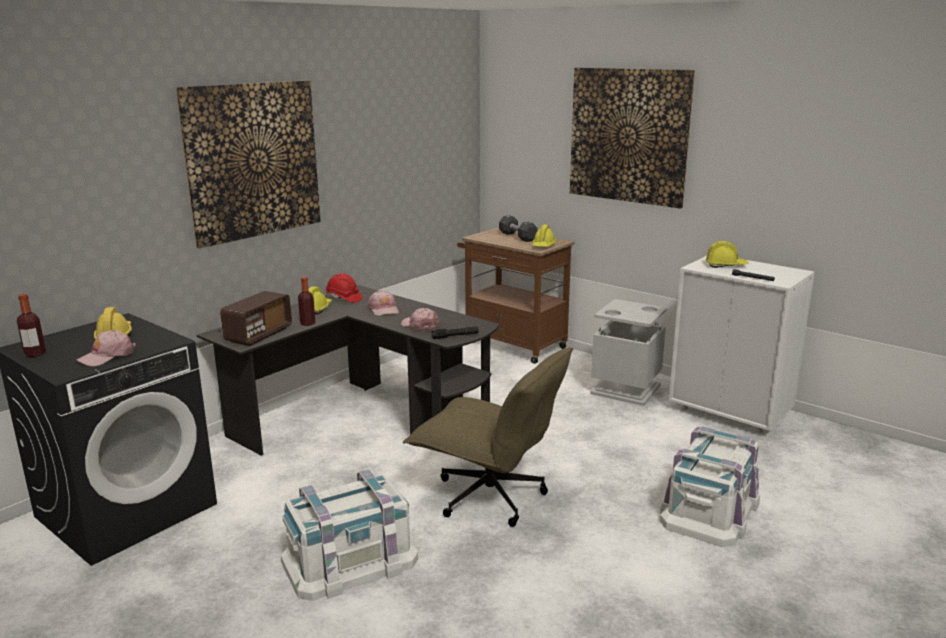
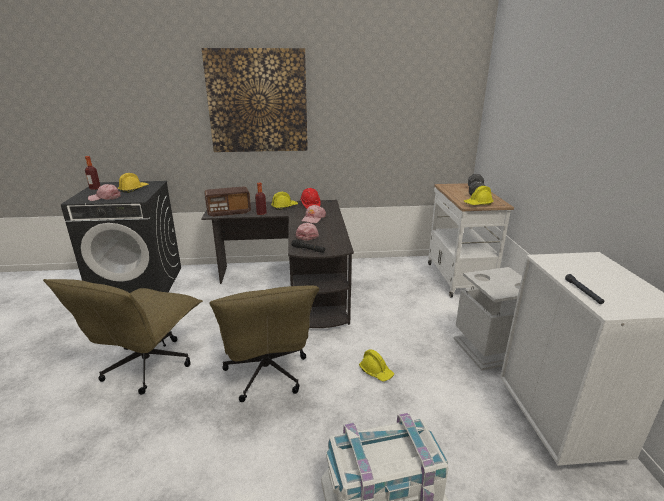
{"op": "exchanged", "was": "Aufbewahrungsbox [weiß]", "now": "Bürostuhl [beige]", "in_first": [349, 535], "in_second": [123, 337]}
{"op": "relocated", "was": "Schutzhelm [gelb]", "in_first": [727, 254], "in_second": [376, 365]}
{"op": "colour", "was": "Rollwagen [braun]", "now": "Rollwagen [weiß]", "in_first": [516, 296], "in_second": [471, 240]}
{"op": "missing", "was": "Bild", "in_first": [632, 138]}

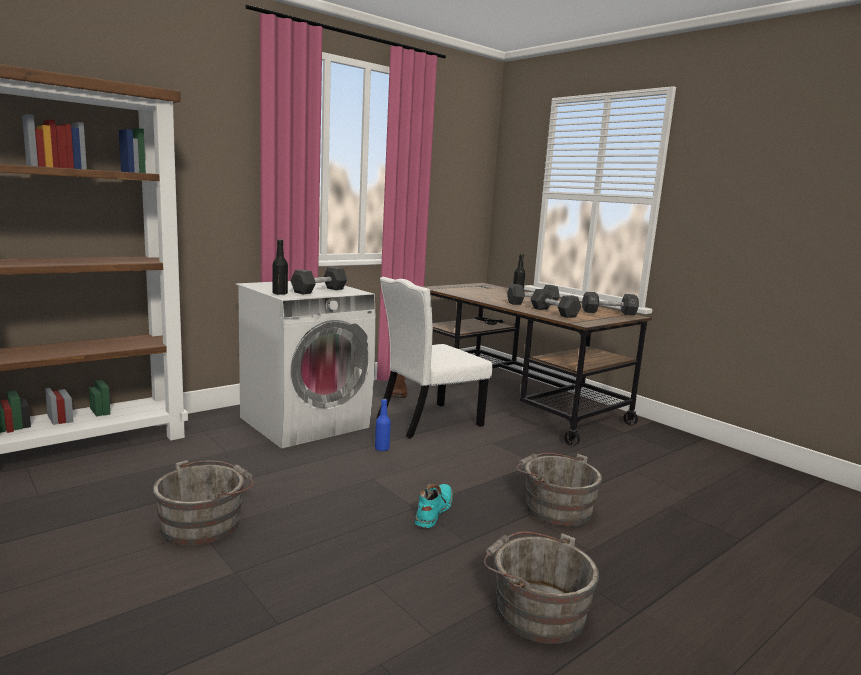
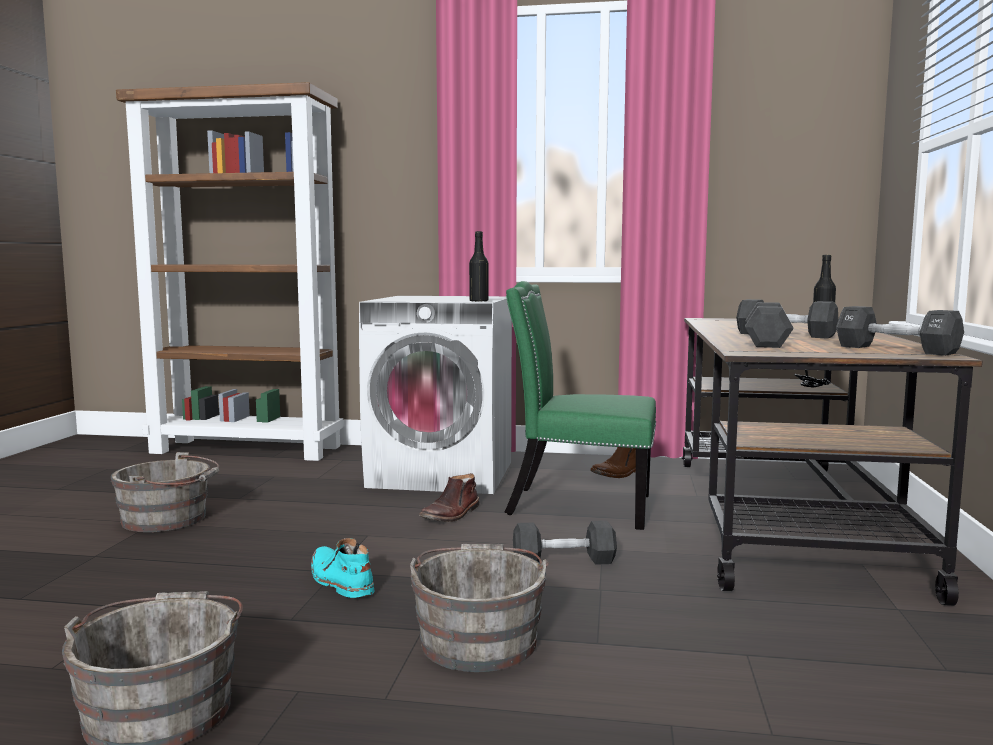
{"op": "spun", "was": "Stiefel [türkis]", "in_first": [434, 506], "in_second": [342, 568], "clockwise": -105}
{"op": "exchanged", "was": "Flasche [blau]", "now": "Stiefel [braun]", "in_first": [383, 424], "in_second": [449, 497]}
{"op": "relocated", "was": "Flasche [schwarz]", "in_first": [280, 267], "in_second": [479, 266]}
{"op": "colour", "was": "Stuhl [weiß]", "now": "Stuhl [grün]", "in_first": [434, 358], "in_second": [580, 405]}
{"op": "relocated", "was": "Hantel [schwarz]", "in_first": [318, 280], "in_second": [565, 542]}

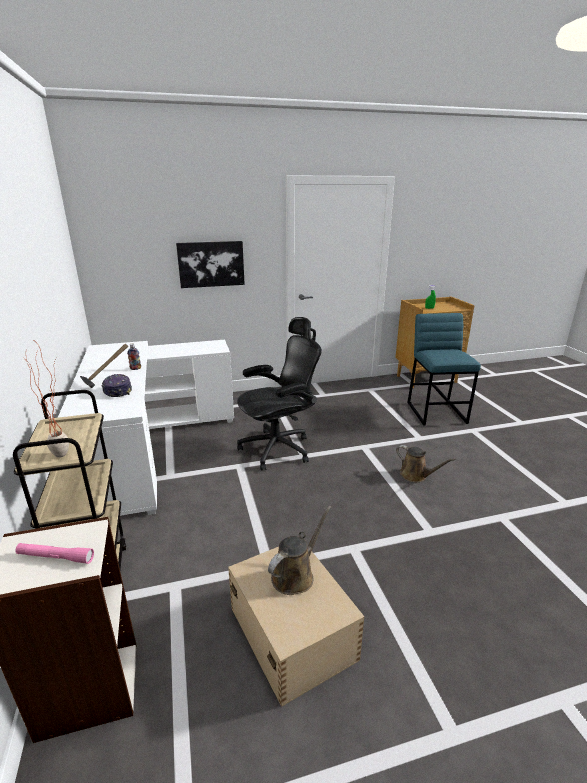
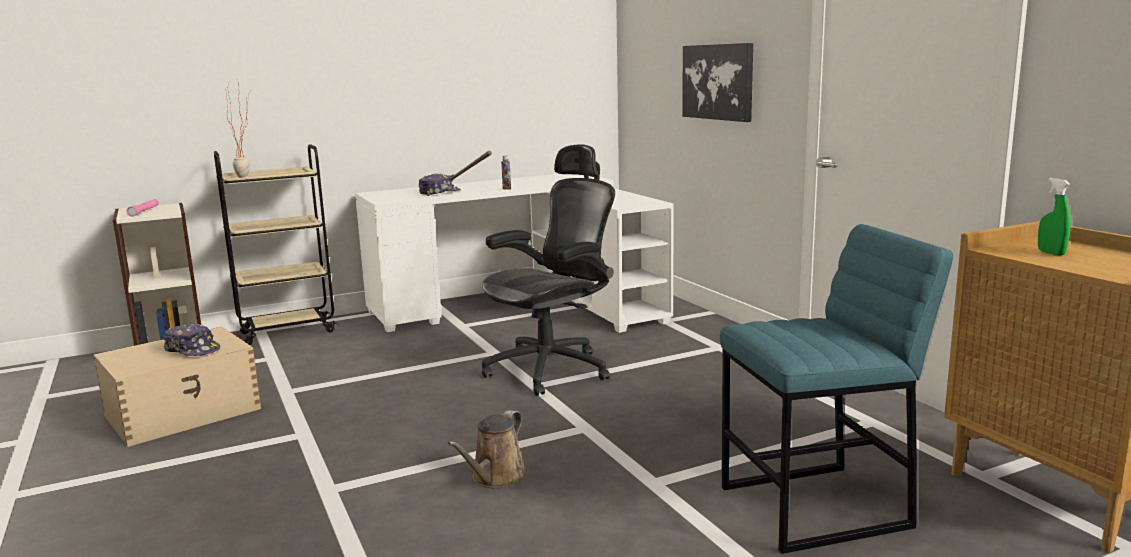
{"op": "exchanged", "was": "Gießkanne [braun]", "now": "Kappe", "in_first": [299, 550], "in_second": [192, 339]}
{"op": "spun", "was": "Bürostuhl", "in_first": [279, 393], "in_second": [548, 270], "clockwise": -90}

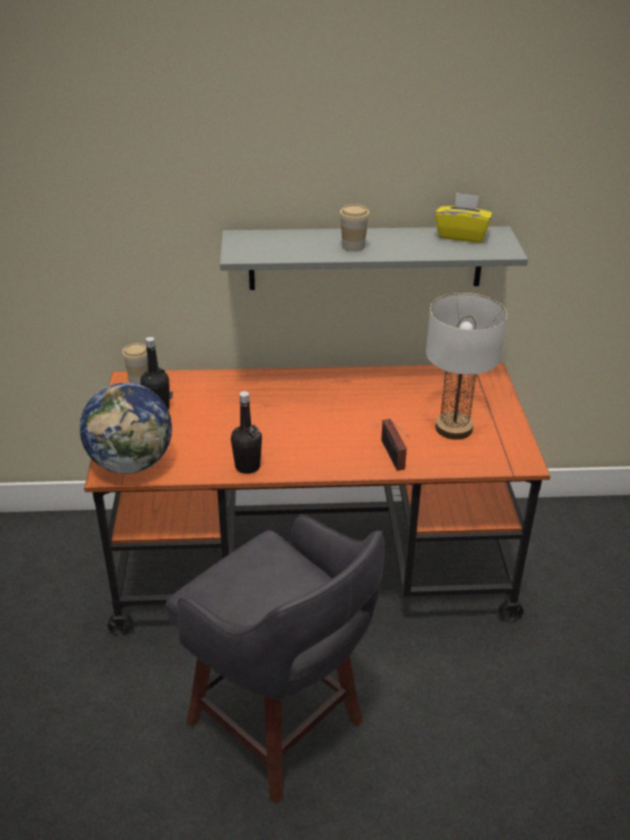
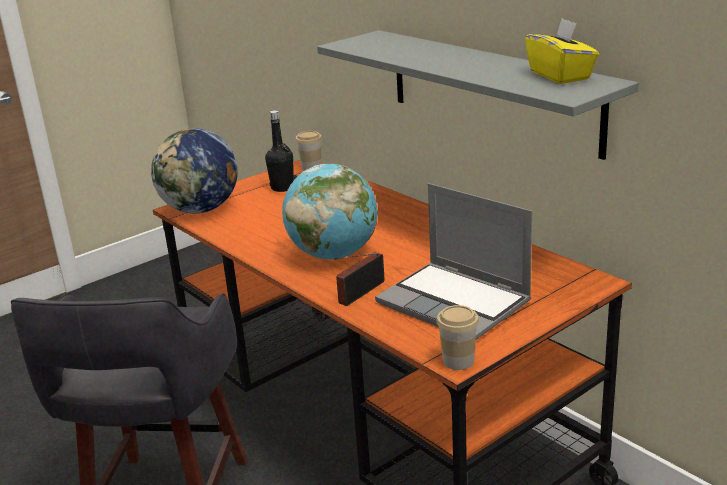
{"op": "appeared", "now": "Globus", "in_second": [330, 211]}
{"op": "exchanged", "was": "Tischlampe", "now": "Laptop", "in_first": [466, 366], "in_second": [453, 261]}
{"op": "relocated", "was": "Tasse", "in_first": [354, 228], "in_second": [457, 337]}
{"op": "missing", "was": "Flasche [schwarz]", "in_first": [246, 432]}

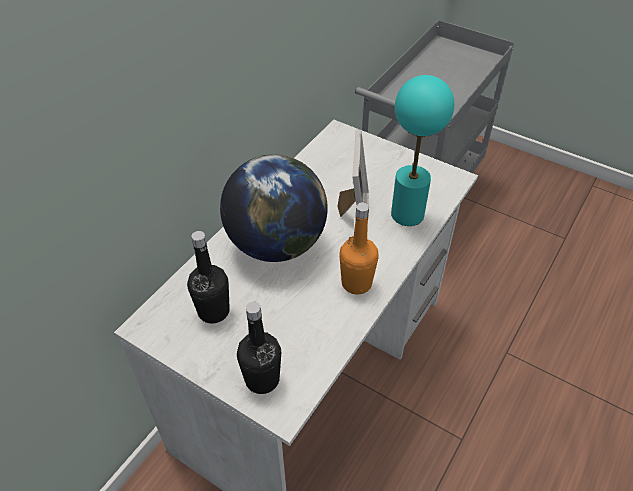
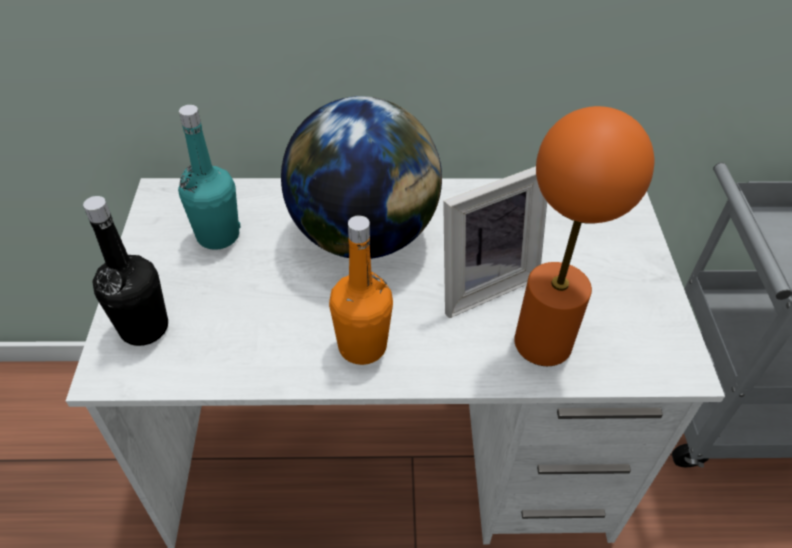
{"op": "colour", "was": "Flasche [schwarz]", "now": "Flasche [türkis]", "in_first": [208, 277], "in_second": [209, 177]}
{"op": "colour", "was": "Tischlampe [türkis]", "now": "Tischlampe [orange]", "in_first": [422, 150], "in_second": [584, 236]}

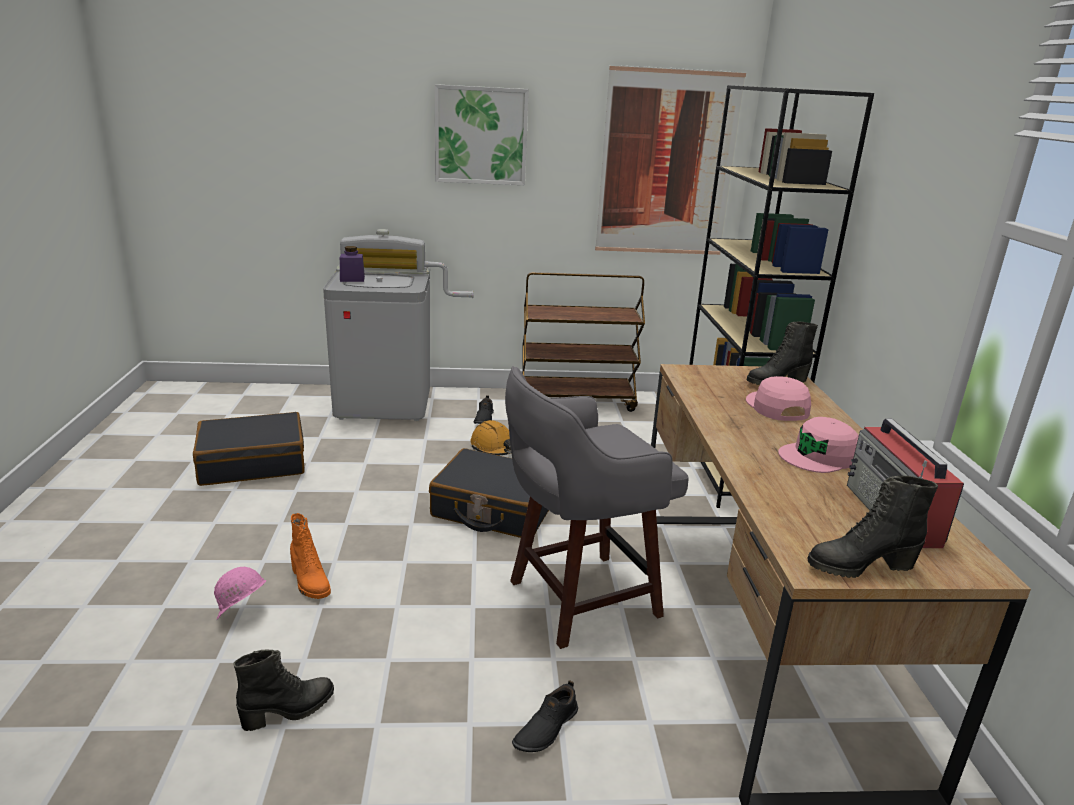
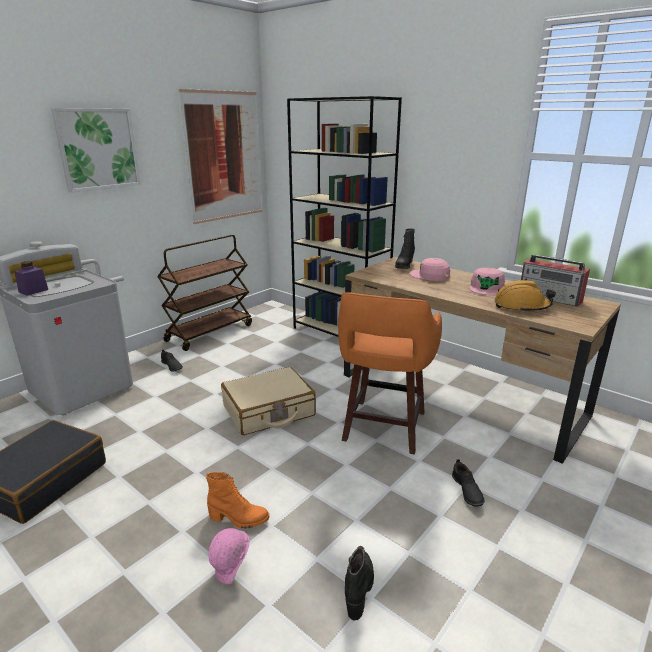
{"op": "colour", "was": "Koffer [schwarz]", "now": "Koffer [beige]", "in_first": [489, 493], "in_second": [268, 401]}
{"op": "colour", "was": "Hocker [grau]", "now": "Hocker [orange]", "in_first": [597, 507], "in_second": [390, 373]}
{"op": "relocated", "was": "Schutzhelm [orange]", "in_first": [490, 437], "in_second": [525, 296]}
{"op": "missing", "was": "Stiefel [schwarz]", "in_first": [872, 527]}

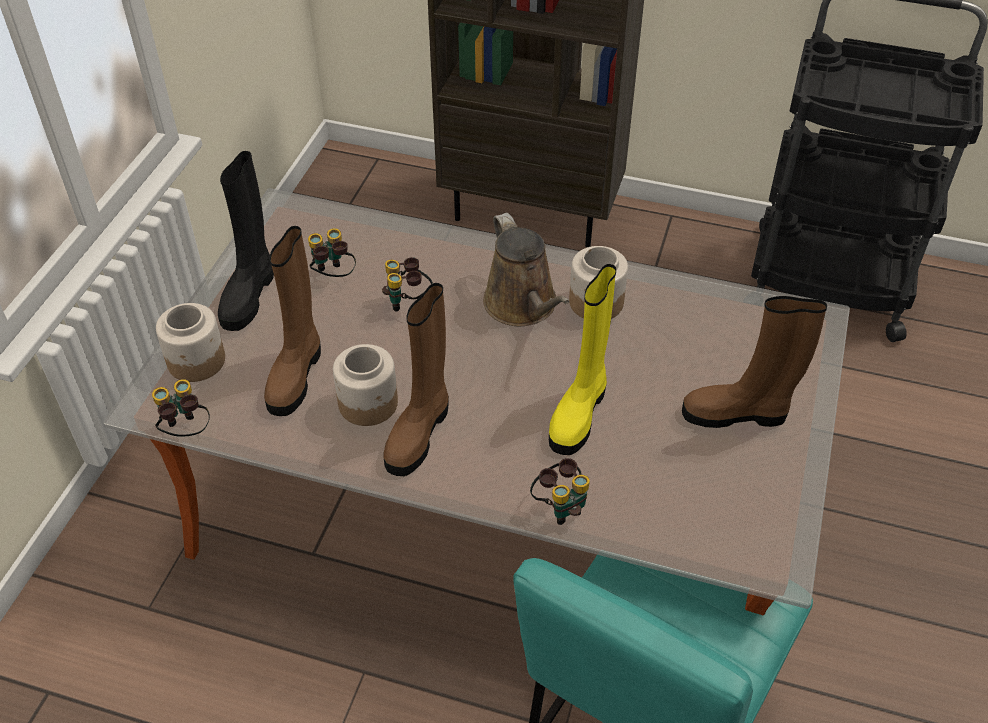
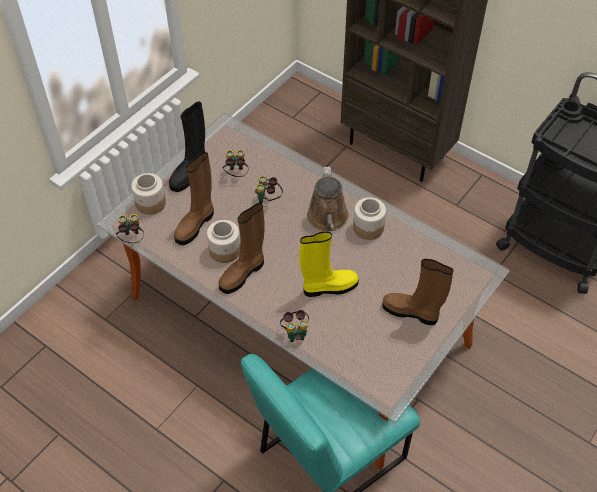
{"op": "spun", "was": "Stiefel [gelb]", "in_first": [582, 359], "in_second": [329, 264], "clockwise": -150}

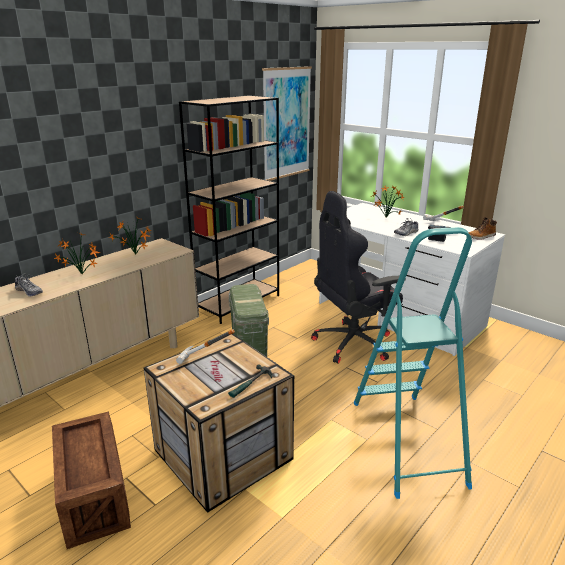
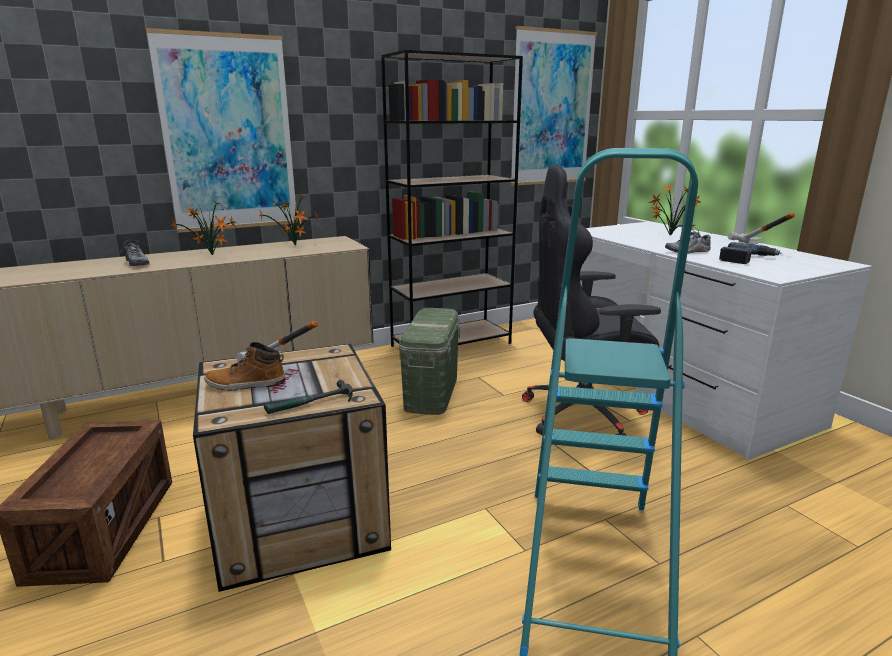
{"op": "appeared", "now": "Bild", "in_second": [222, 130]}
{"op": "relocated", "was": "Stiefel", "in_first": [482, 228], "in_second": [244, 366]}

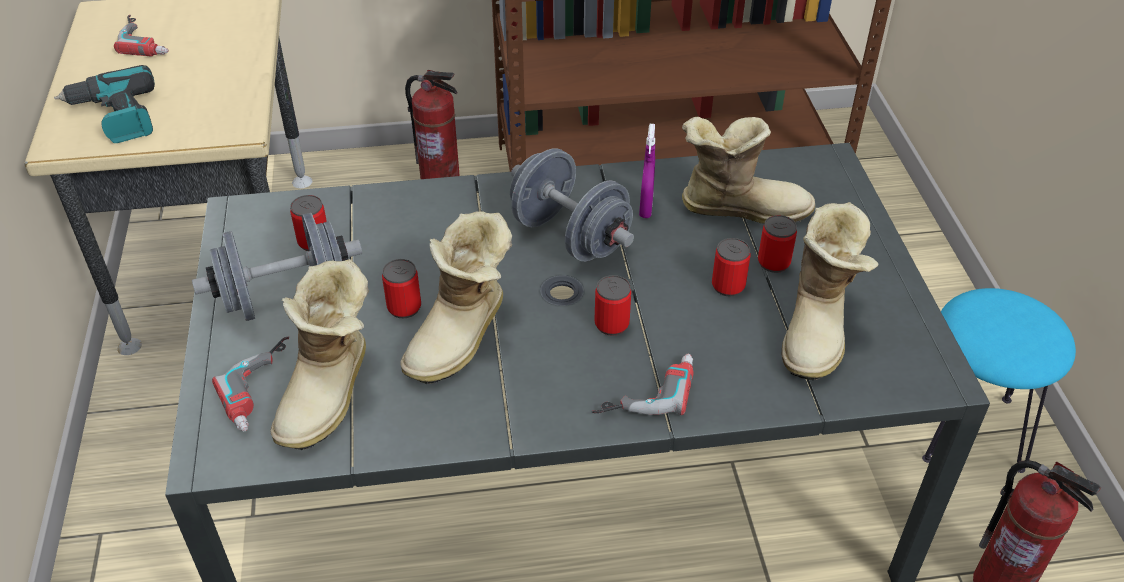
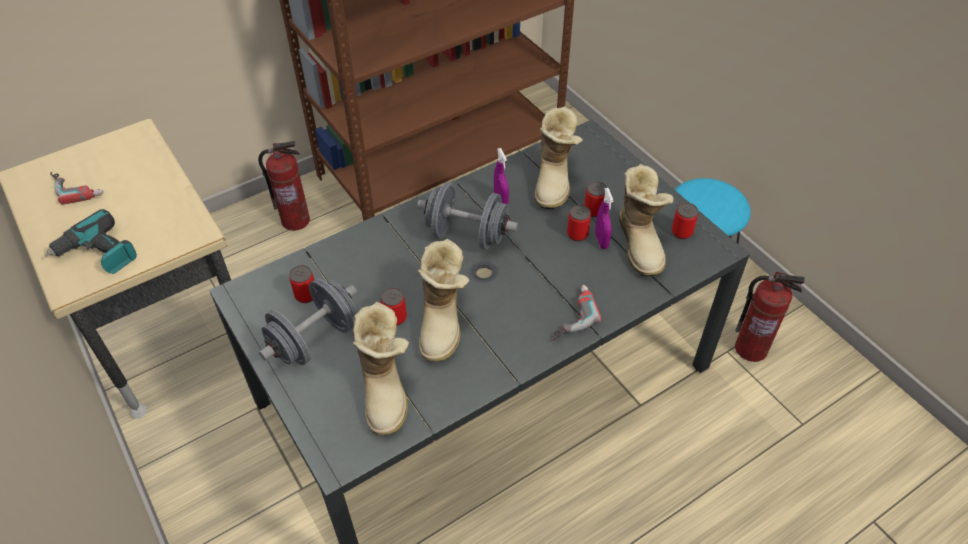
{"op": "spun", "was": "Stiefel", "in_first": [748, 170], "in_second": [559, 158], "clockwise": 120}
{"op": "appeared", "now": "Sprühflasche [lila]", "in_second": [604, 218]}
{"op": "relocated", "was": "Dose", "in_first": [612, 305], "in_second": [685, 221]}
{"op": "missing", "was": "Bohrmaschine", "in_first": [250, 384]}

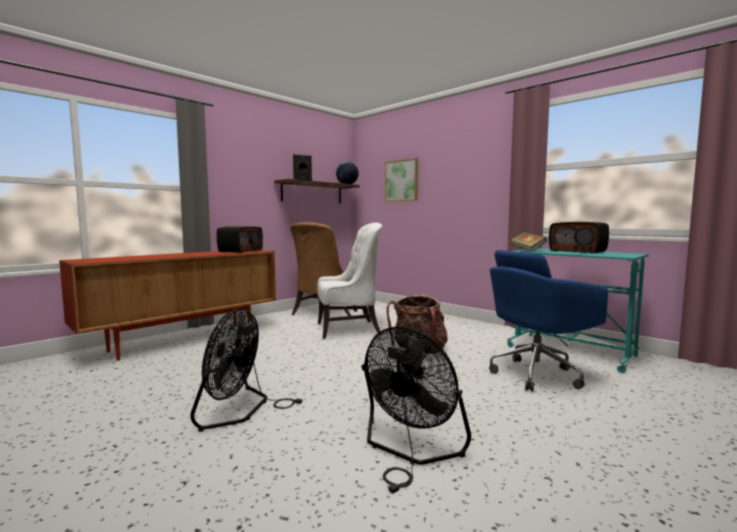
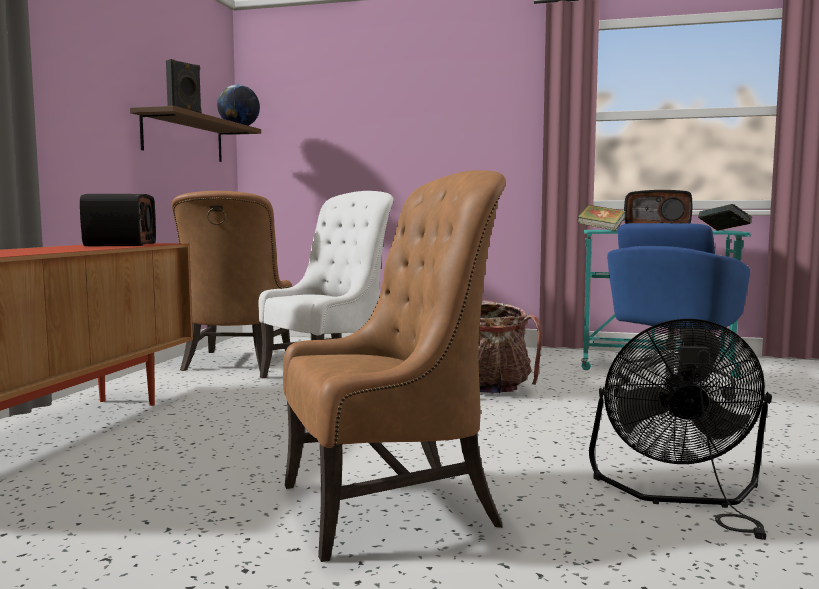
{"op": "exchanged", "was": "Ventilator [schwarz]", "now": "Stuhl [braun]", "in_first": [246, 370], "in_second": [394, 366]}
{"op": "appeared", "now": "Buch", "in_second": [725, 217]}
{"op": "missing", "was": "Bild", "in_first": [401, 180]}

